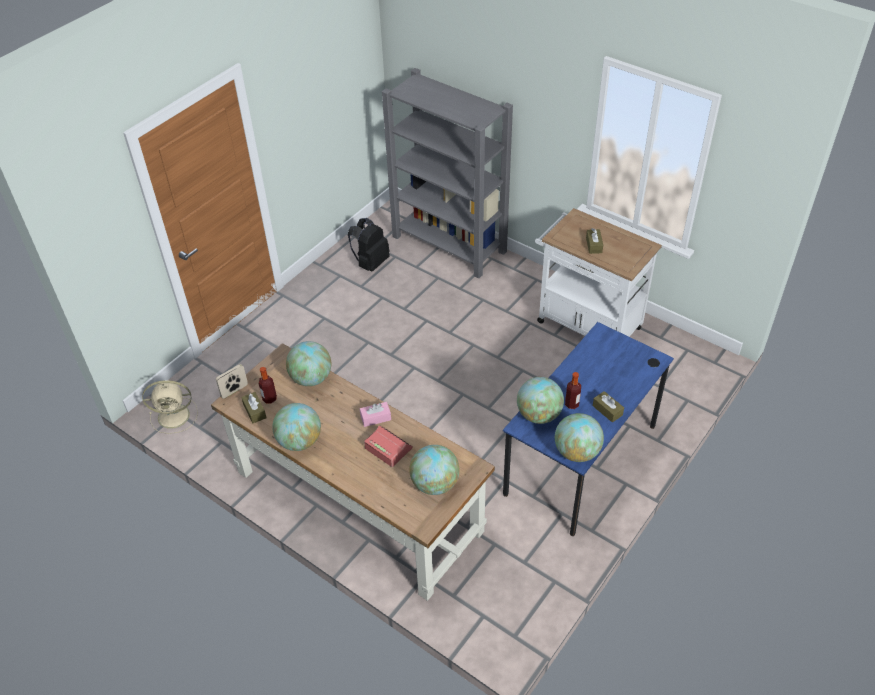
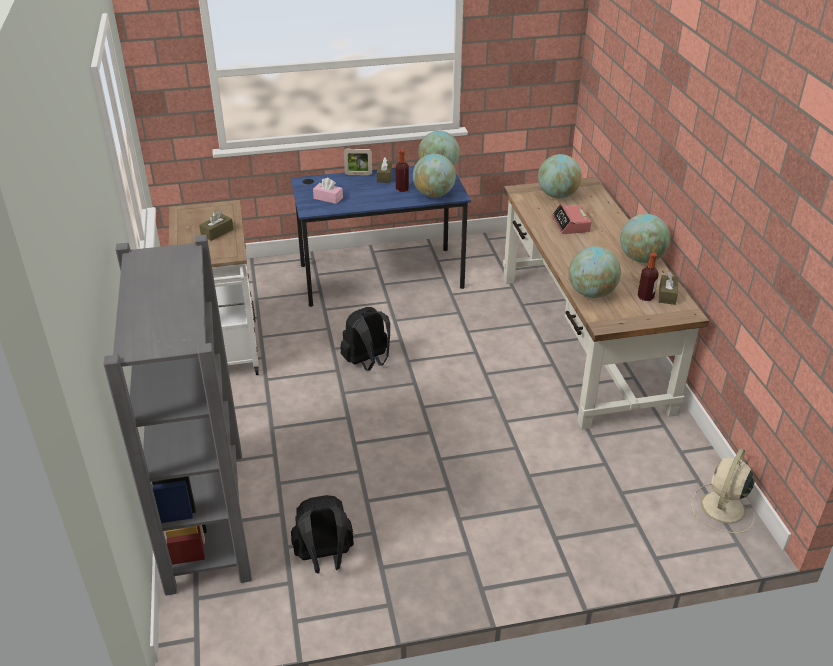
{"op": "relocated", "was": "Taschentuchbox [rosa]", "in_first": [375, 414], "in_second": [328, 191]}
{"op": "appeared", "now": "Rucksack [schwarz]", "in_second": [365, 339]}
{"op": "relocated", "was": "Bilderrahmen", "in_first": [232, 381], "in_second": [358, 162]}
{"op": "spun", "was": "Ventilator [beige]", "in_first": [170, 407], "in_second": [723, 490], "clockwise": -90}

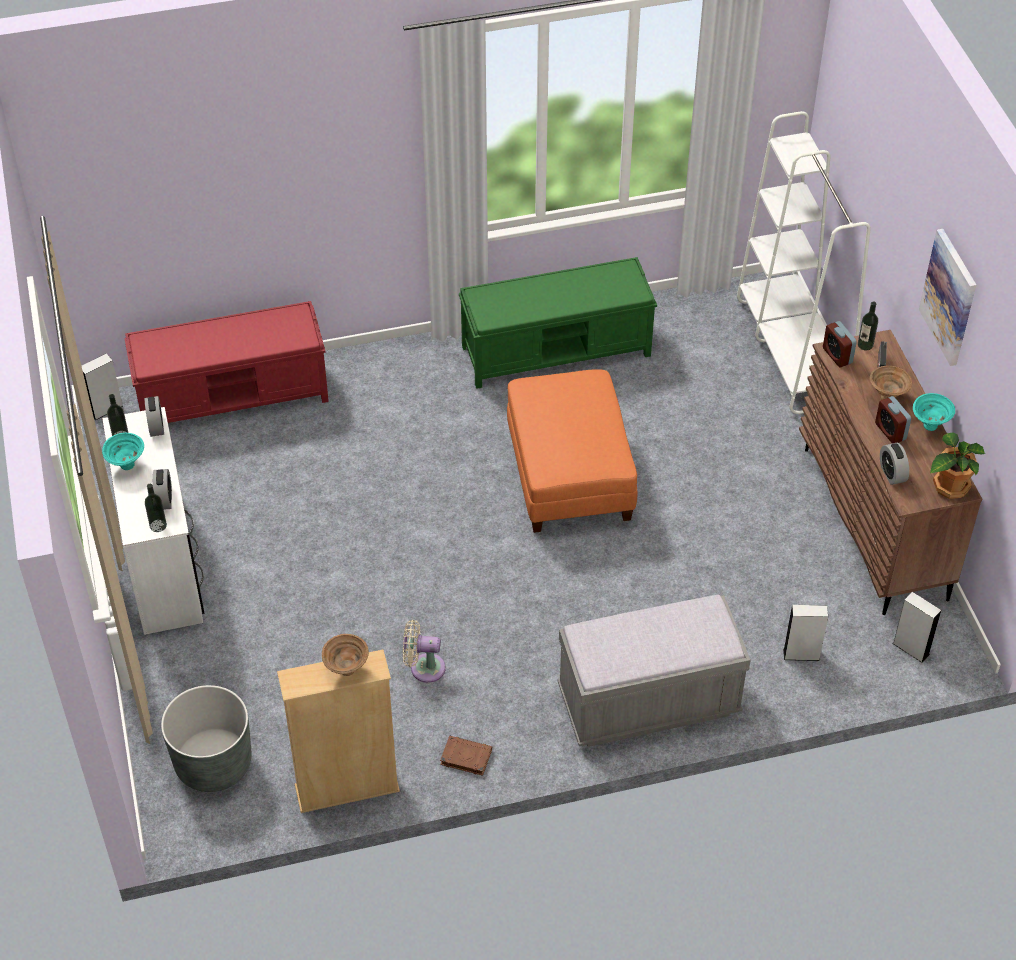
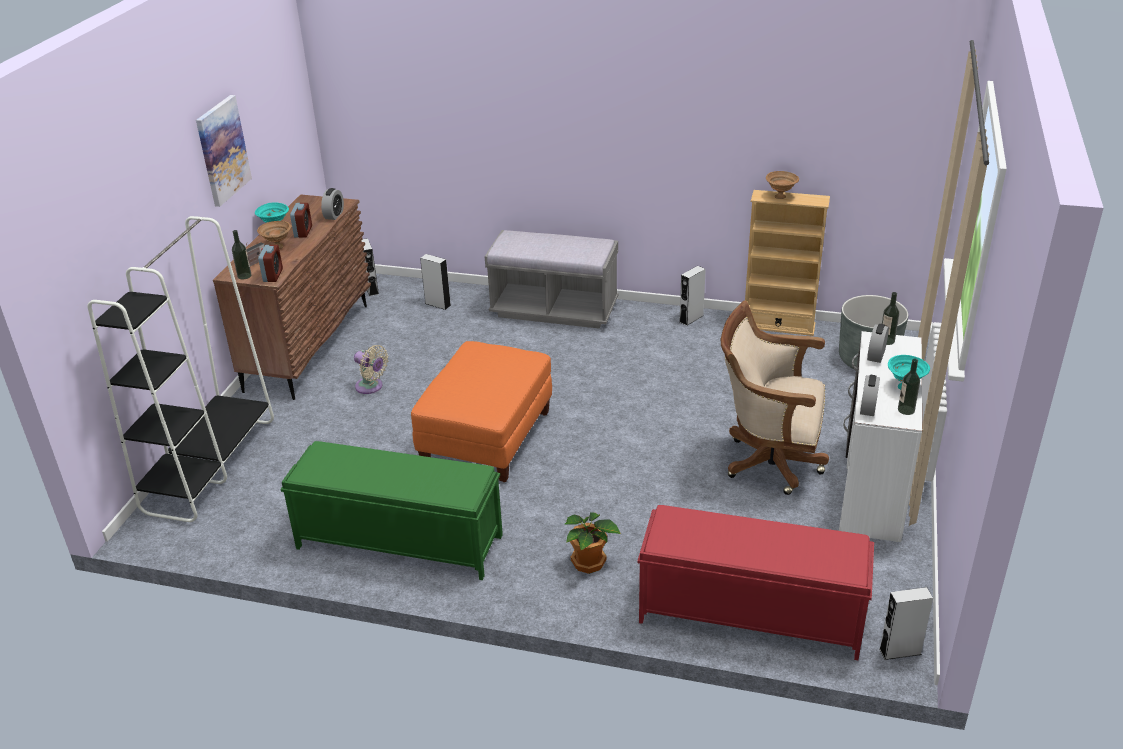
{"op": "colour", "was": "Kleiderständer [weiß]", "now": "Kleiderständer [schwarz]", "in_first": [804, 262], "in_second": [180, 369]}
{"op": "relocated", "was": "Ventilator [beige]", "in_first": [424, 651], "in_second": [371, 369]}
{"op": "relocated", "was": "Topfpflanze", "in_first": [958, 465], "in_second": [593, 543]}
{"op": "exchanged", "was": "Buch [braun]", "now": "Lautsprecher [grau]", "in_first": [466, 756], "in_second": [693, 296]}
{"op": "appeared", "now": "Bürostuhl", "in_second": [775, 397]}

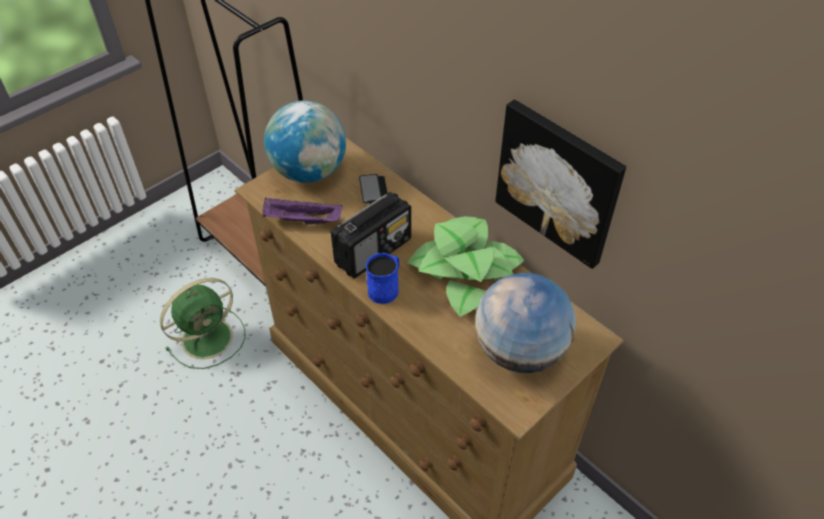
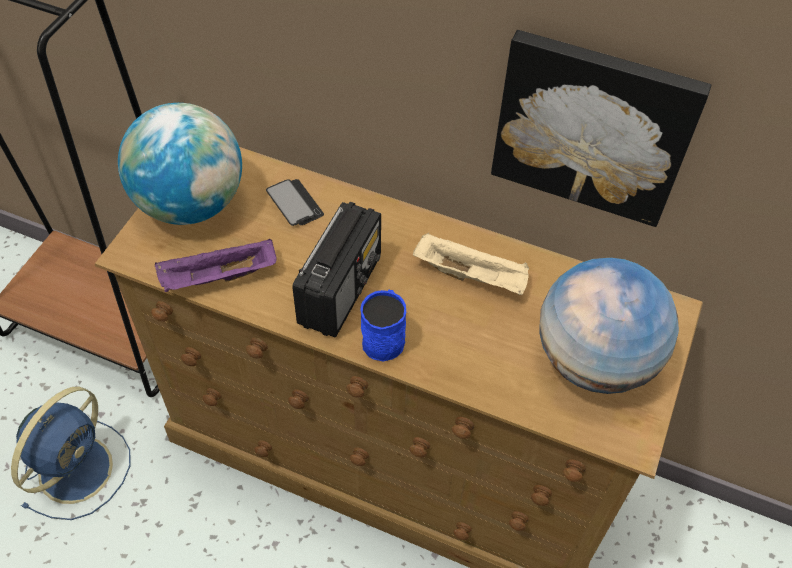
{"op": "colour", "was": "Ventilator [grün]", "now": "Ventilator [blau]", "in_first": [203, 323], "in_second": [71, 453]}
{"op": "exchanged", "was": "Topfpflanze", "now": "Tablett [beige]", "in_first": [466, 266], "in_second": [471, 264]}

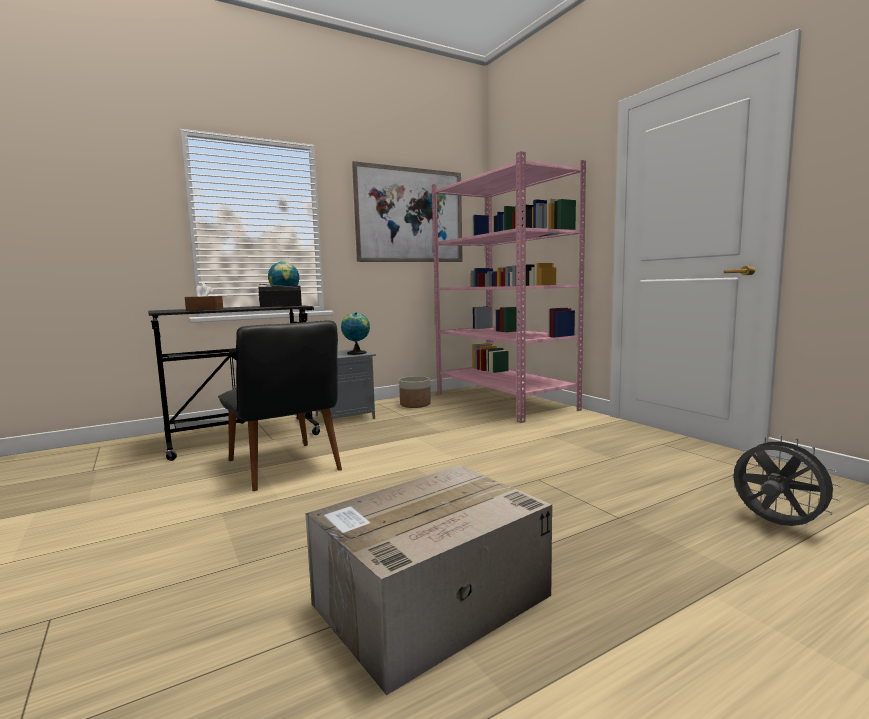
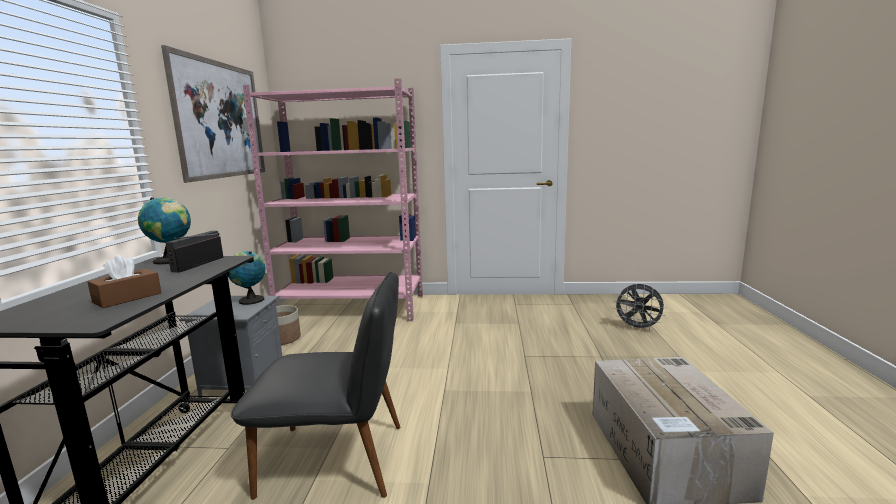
{"op": "spun", "was": "Ventilator [grau]", "in_first": [788, 480], "in_second": [639, 307], "clockwise": -150}

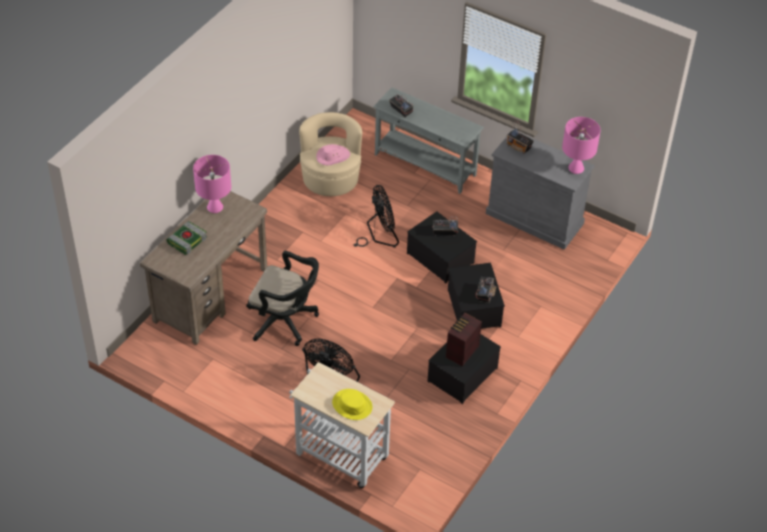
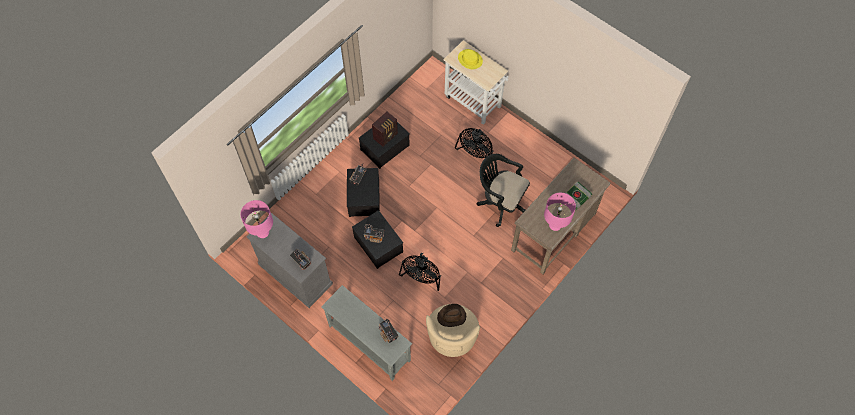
{"op": "spun", "was": "Ventilator [schwarz]", "in_first": [376, 216], "in_second": [420, 271], "clockwise": -60}
{"op": "colour", "was": "Hut [rosa]", "now": "Hut [braun]", "in_first": [333, 155], "in_second": [451, 315]}

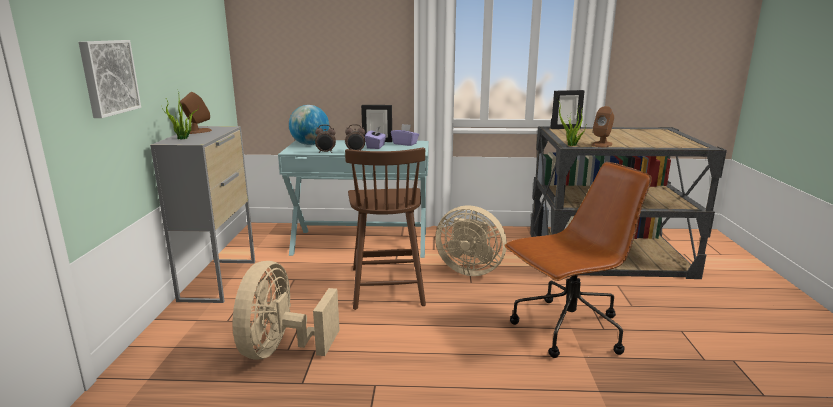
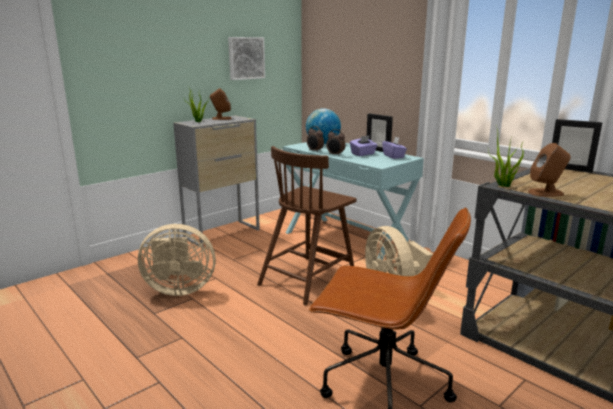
{"op": "spun", "was": "Ventilator [beige]", "in_first": [286, 310], "in_second": [177, 260], "clockwise": -150}
{"op": "relocated", "was": "Bild", "in_first": [110, 79], "in_second": [246, 58]}

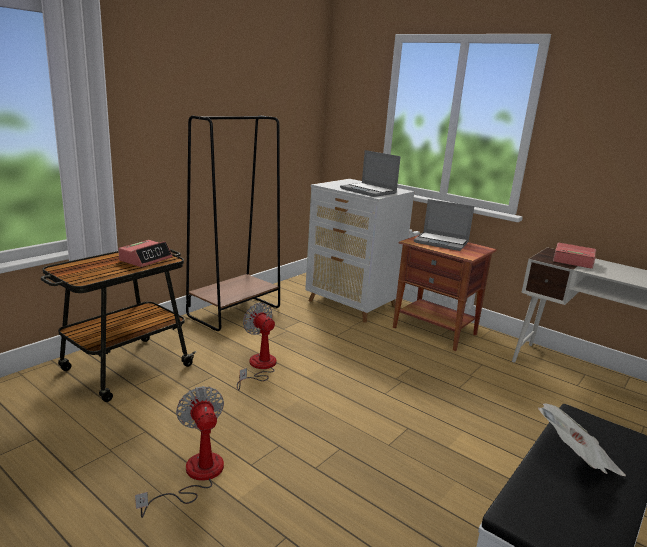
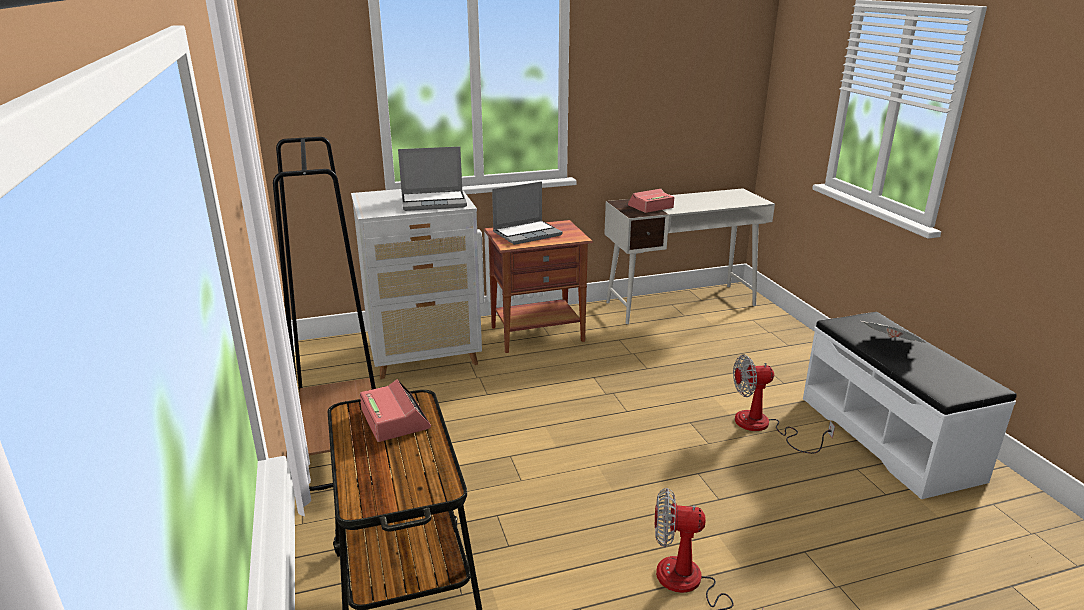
{"op": "relocated", "was": "Ventilator", "in_first": [256, 347], "in_second": [784, 404]}

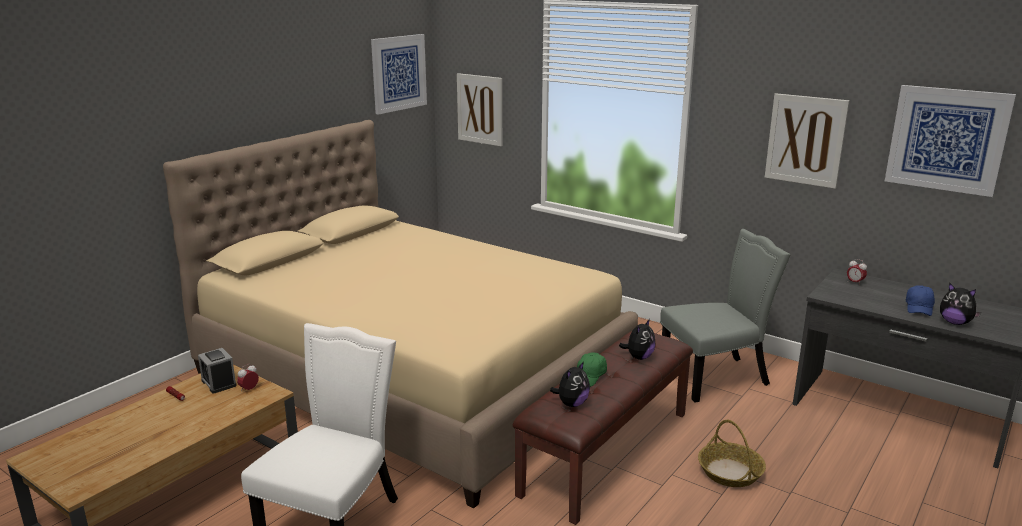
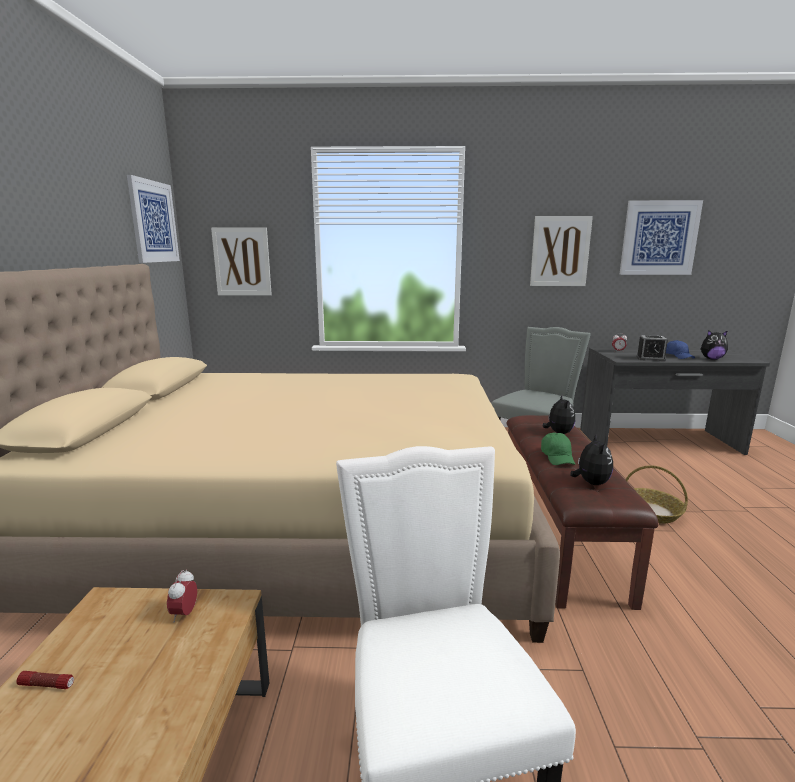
{"op": "relocated", "was": "Wecker", "in_first": [217, 370], "in_second": [652, 348]}

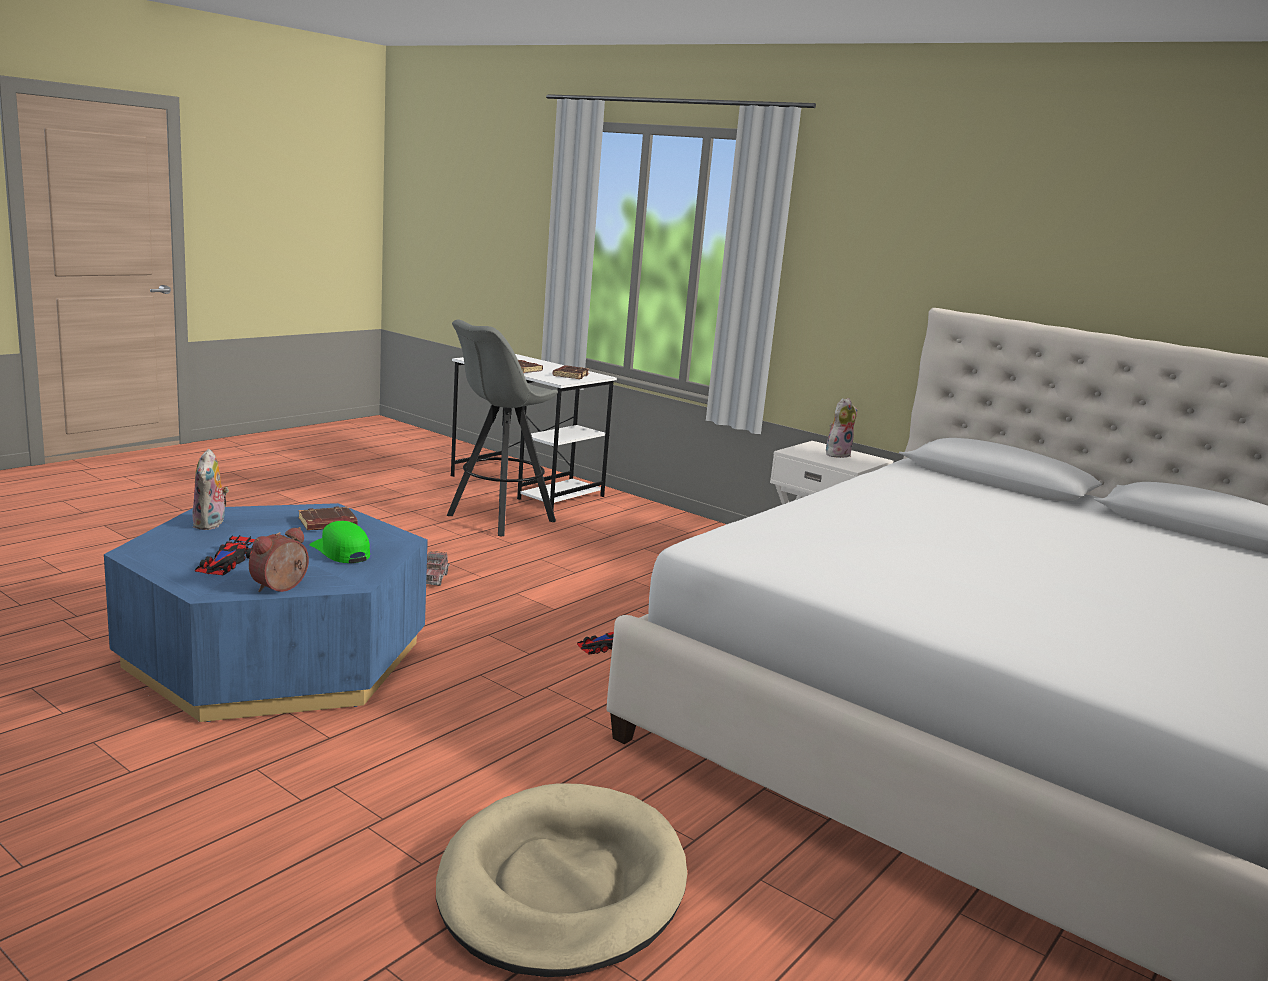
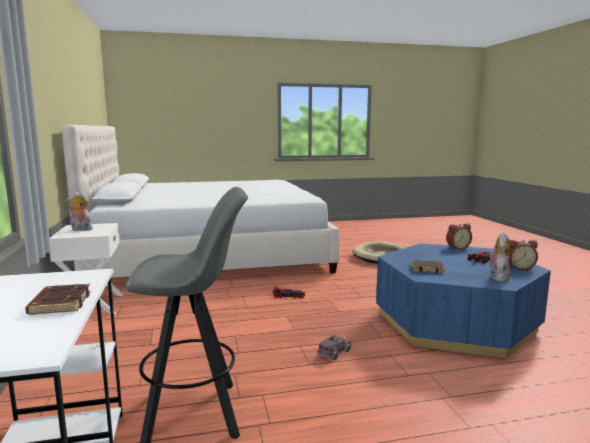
{"op": "appeared", "now": "Wecker", "in_second": [523, 255]}
{"op": "missing", "was": "Kappe [grün]", "in_first": [340, 542]}
{"op": "missing", "was": "Buch [braun]", "in_first": [570, 372]}

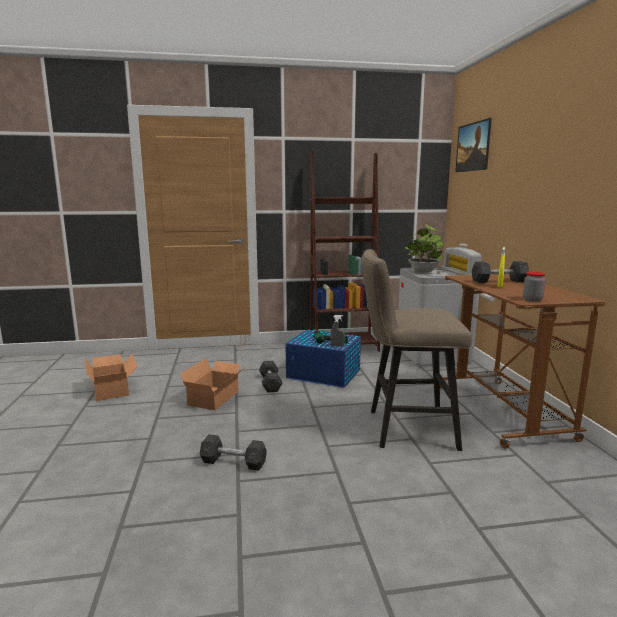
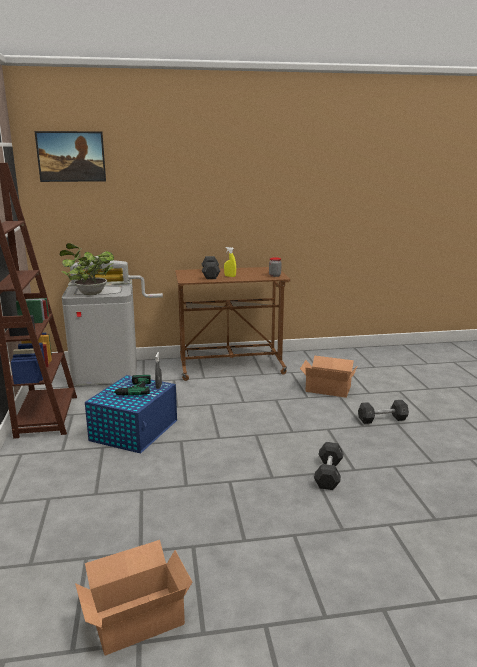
{"op": "relocated", "was": "Karton", "in_first": [212, 384], "in_second": [328, 376]}
{"op": "relocated", "was": "Hantel [grau]", "in_first": [271, 377], "in_second": [383, 412]}
{"op": "missing", "was": "Hocker [beige]", "in_first": [416, 350]}

